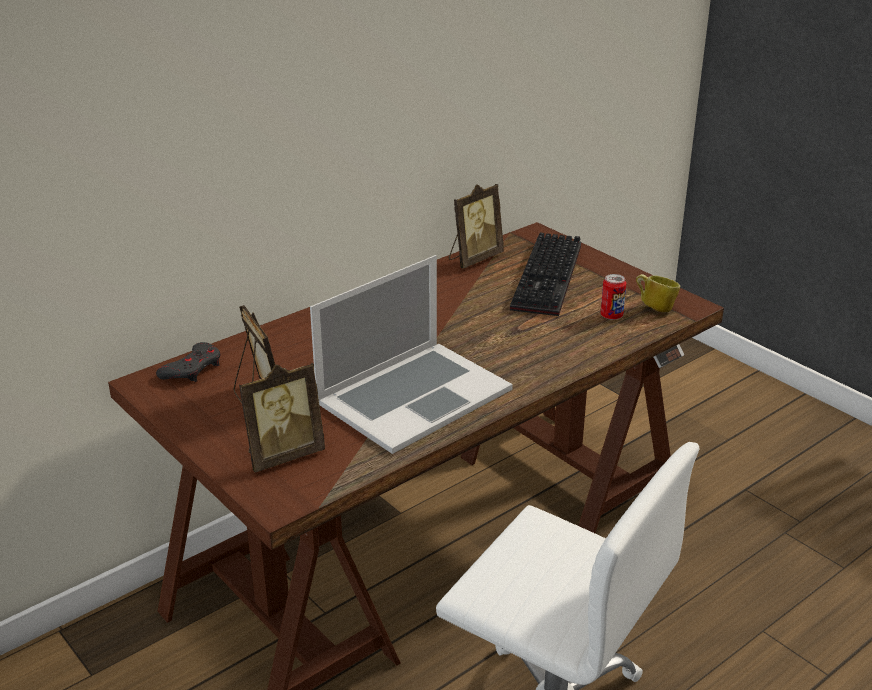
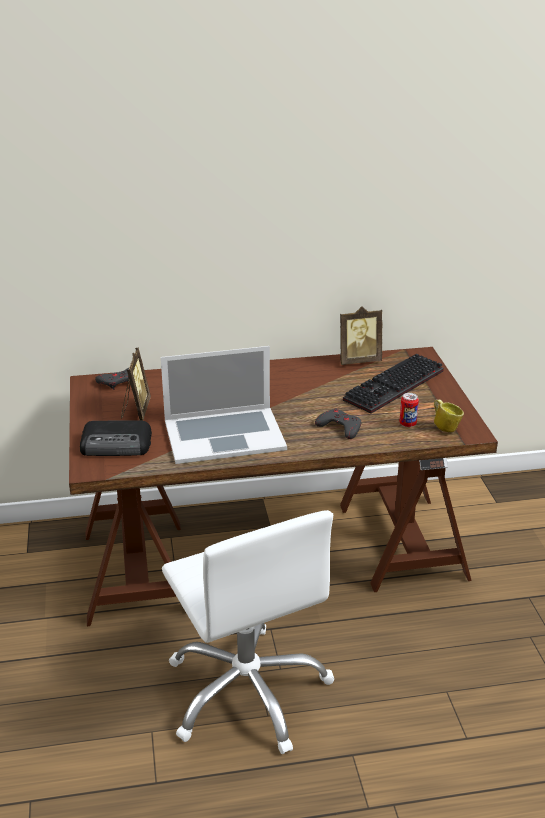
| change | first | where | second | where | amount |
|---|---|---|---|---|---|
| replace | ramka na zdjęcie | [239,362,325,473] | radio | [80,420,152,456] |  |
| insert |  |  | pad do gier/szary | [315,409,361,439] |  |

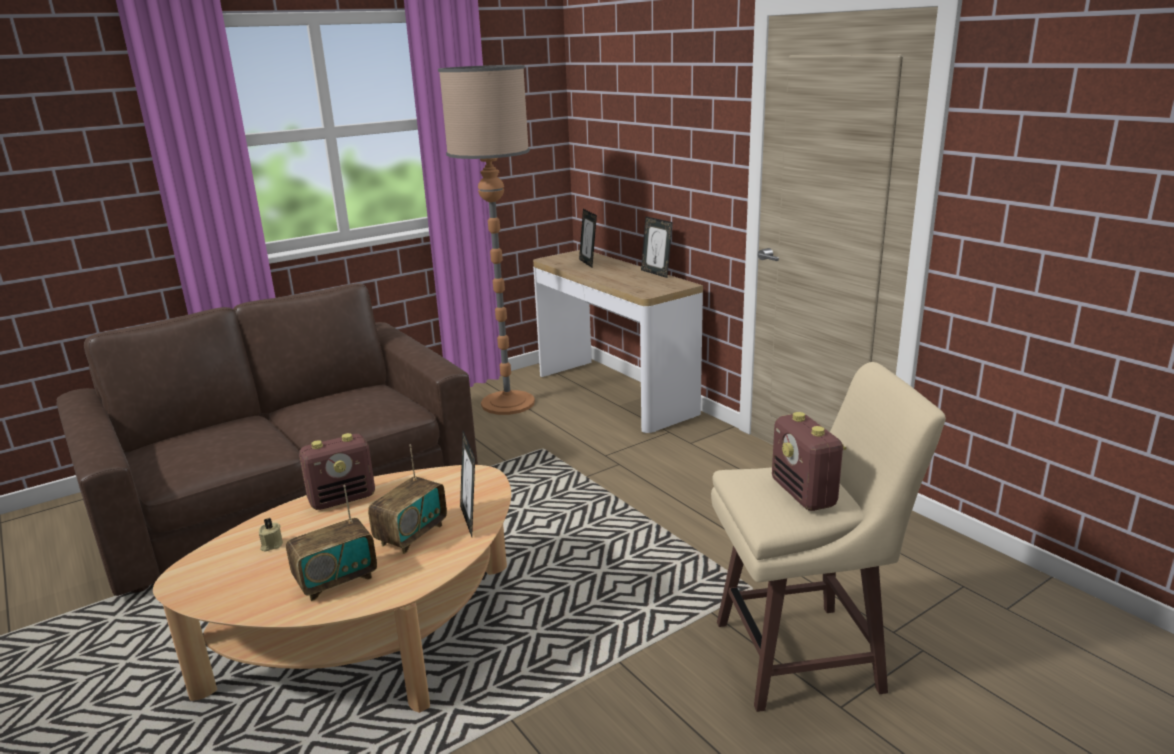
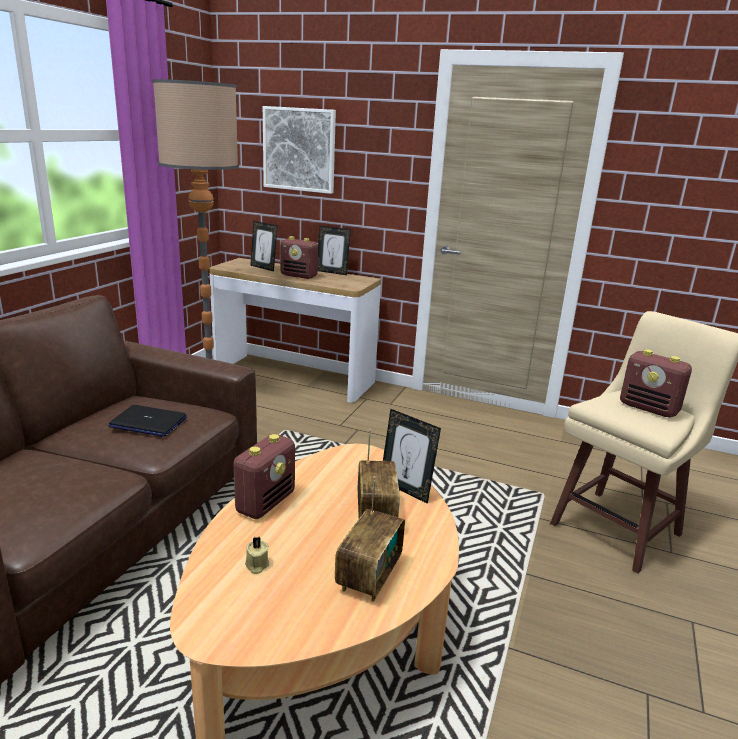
| change | first | where | second | where | amount |
|---|---|---|---|---|---|
| insert |  |  | obraz | [263,106,336,194] |  |
| insert |  |  | radio | [280,236,318,279] |  |
| insert |  |  | laptop | [108,405,187,437] |  |

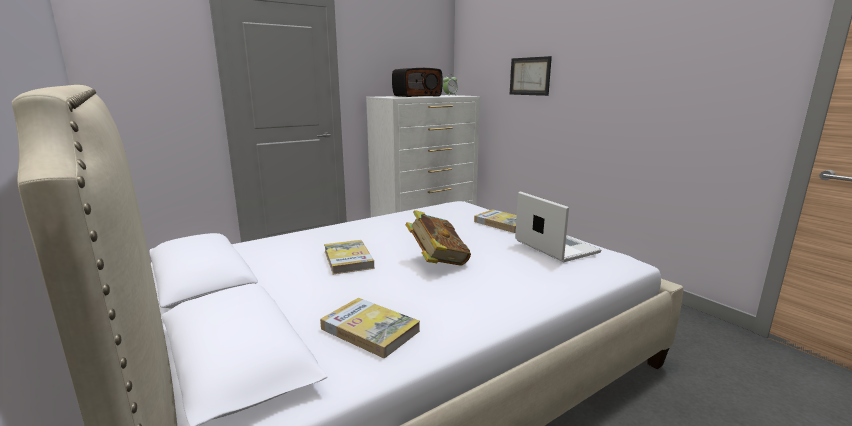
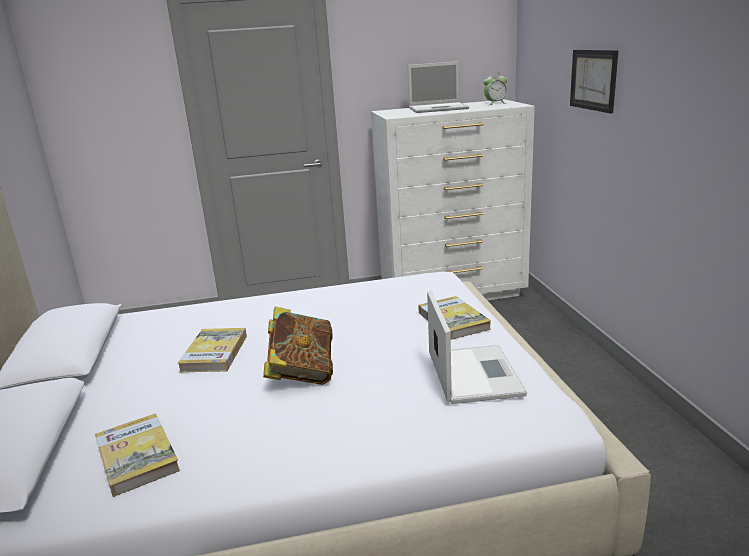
| change | first | where | second | where | amount |
|---|---|---|---|---|---|
| replace | radio | [392,68,443,97] | laptop | [408,61,469,113] |  |

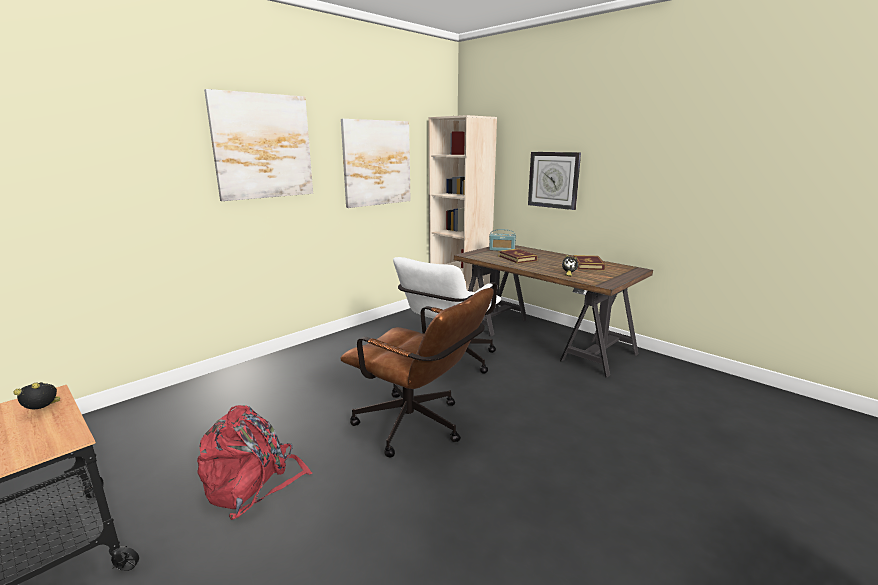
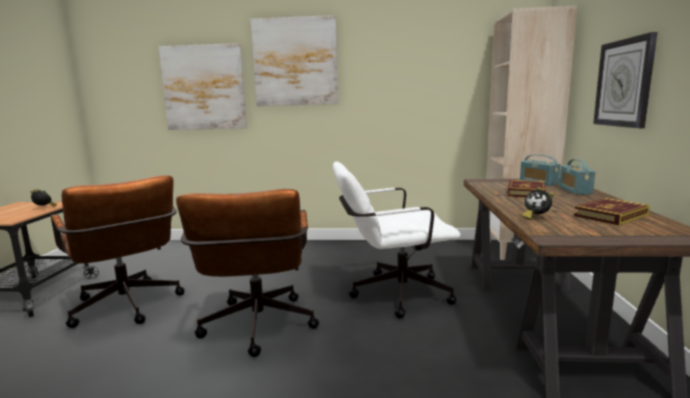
| change | first | where | second | where | amount |
|---|---|---|---|---|---|
| move | obraz | [341,119,411,208] |  | [158,43,247,130] |  |
| replace | plecak/czerwony | [197,405,312,520] | krzesło biurowe/brązowy | [51,175,185,328] |  |
| insert |  |  | radio | [559,159,595,195] |  |

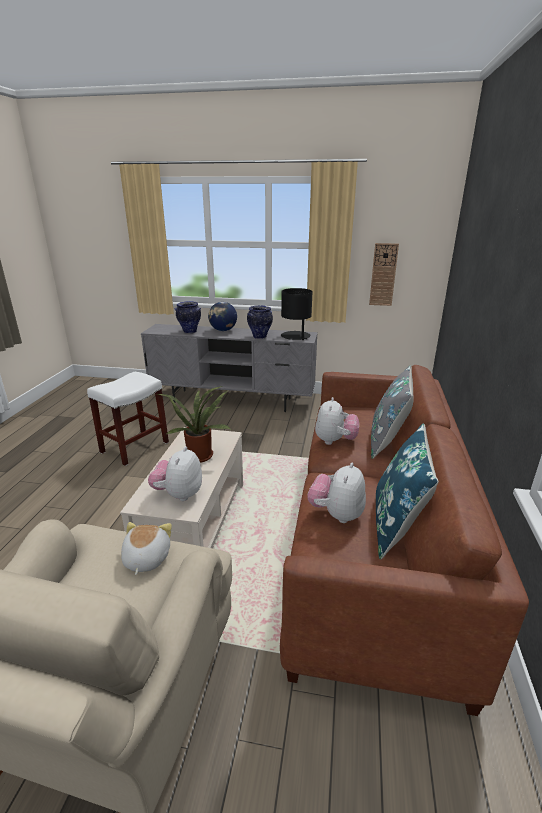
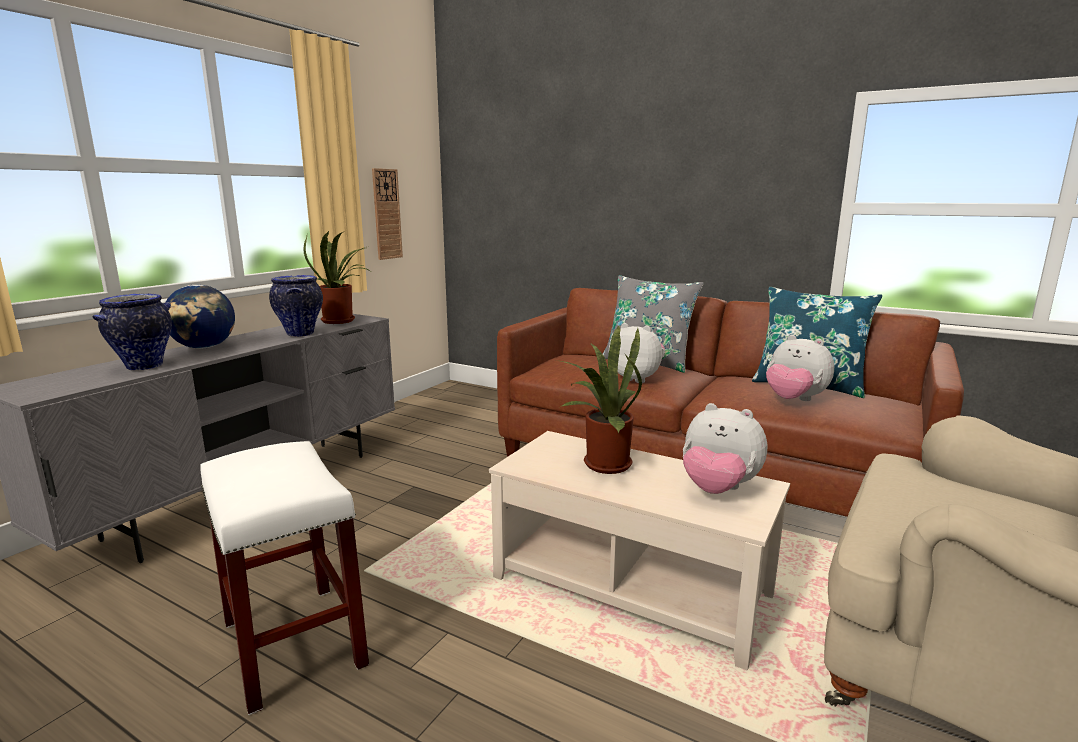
| change | first | where | second | where | amount |
|---|---|---|---|---|---|
| replace | lampa stołowa/czarny | [281,288,312,340] | roślina doniczkowa | [303,231,370,324] |  |
| delete | pluszak | [121,522,172,575] |  |  |  |

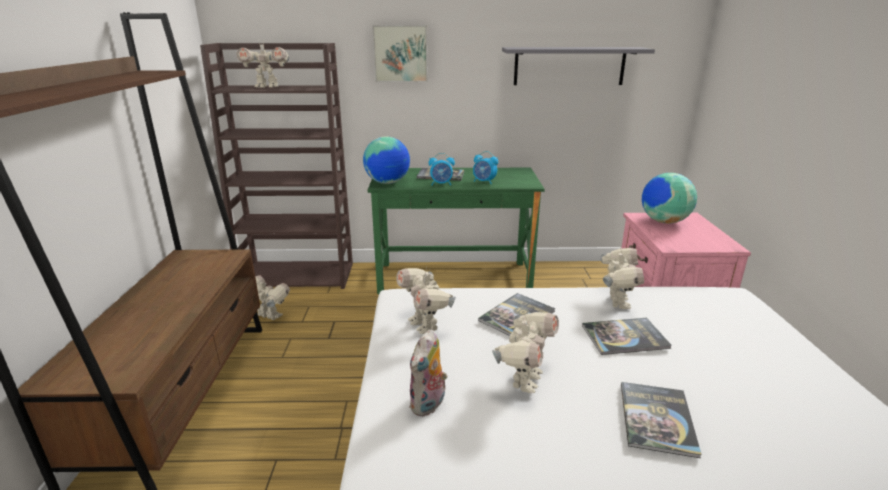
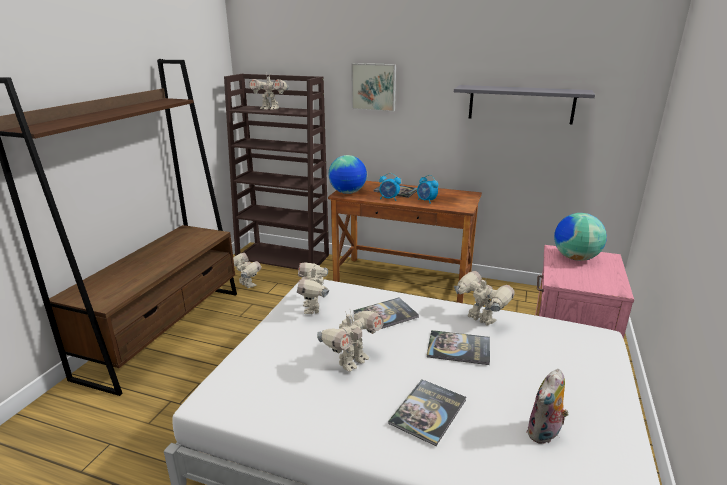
| change | first | where | second | where | amount |
|---|---|---|---|---|---|
| recolor | biurko/zielony | [368,168,545,294] | biurko/brązowy | [328,181,482,303] |  |
| rotate | robot zabawkowy | [600,248,644,309] |  | [454,271,515,326] | 75 degrees counterclockwise |
| move | pluszak | [409,329,448,417] |  | [526,369,569,444] |  |

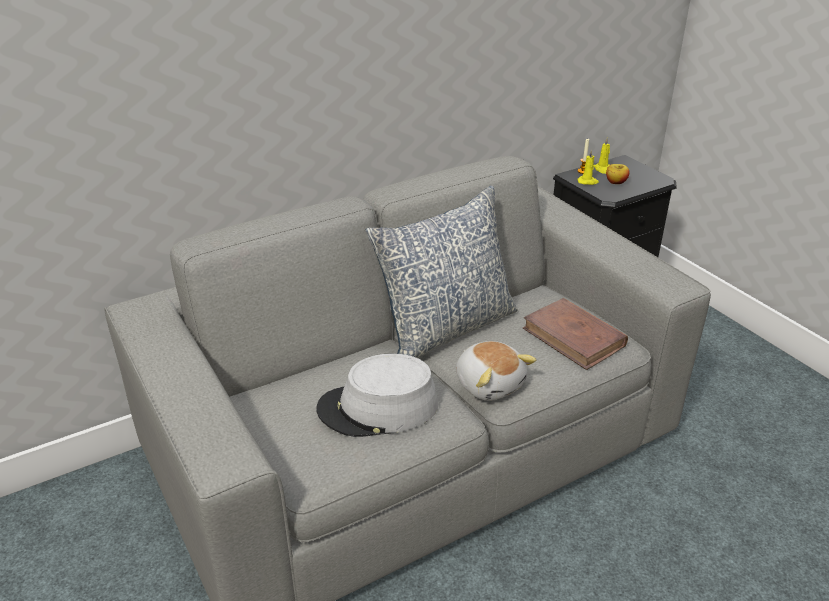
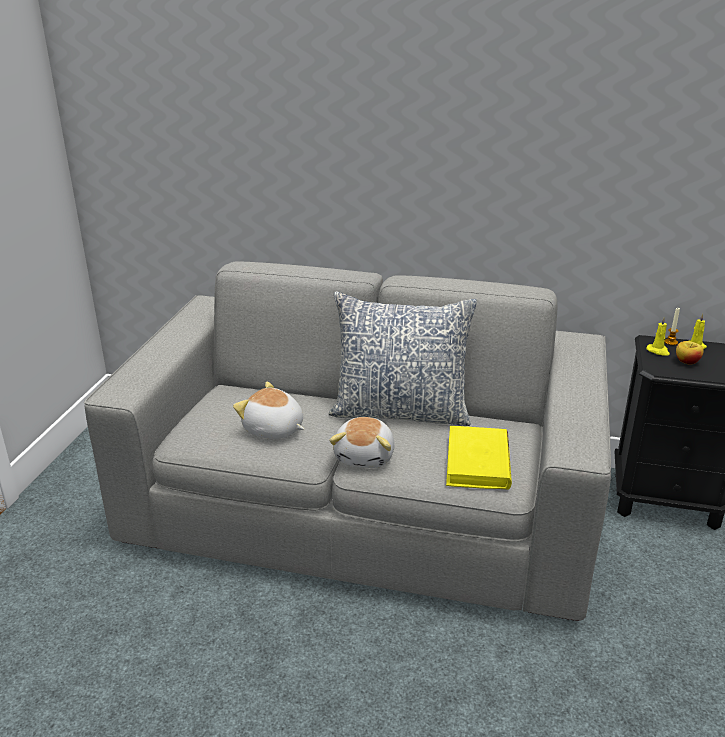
| change | first | where | second | where | amount |
|---|---|---|---|---|---|
| recolor | książka/brązowy | [523,298,628,370] | książka/żółty | [446,426,512,490] |  |
| replace | kapelusz/szary | [317,353,439,437] | pluszak | [233,382,304,439] |  |

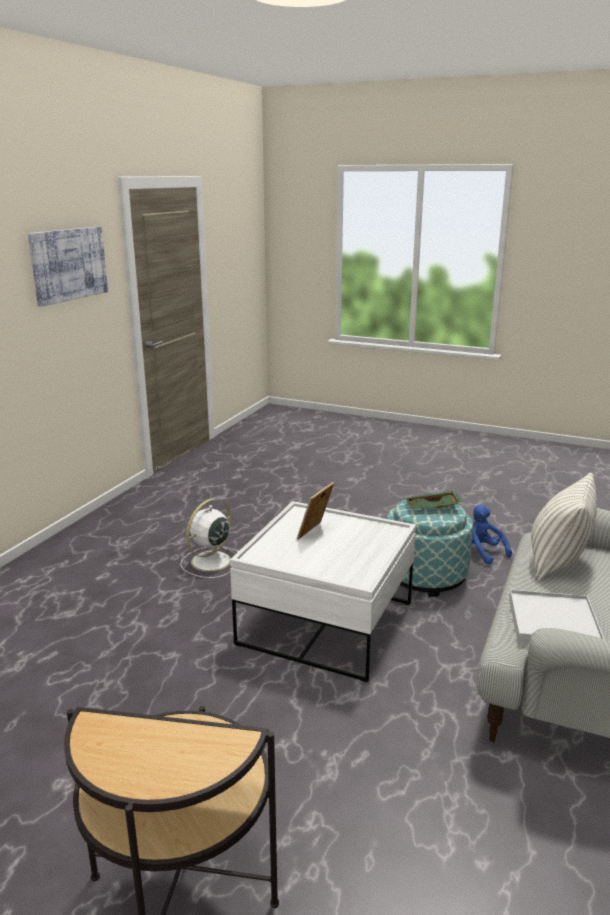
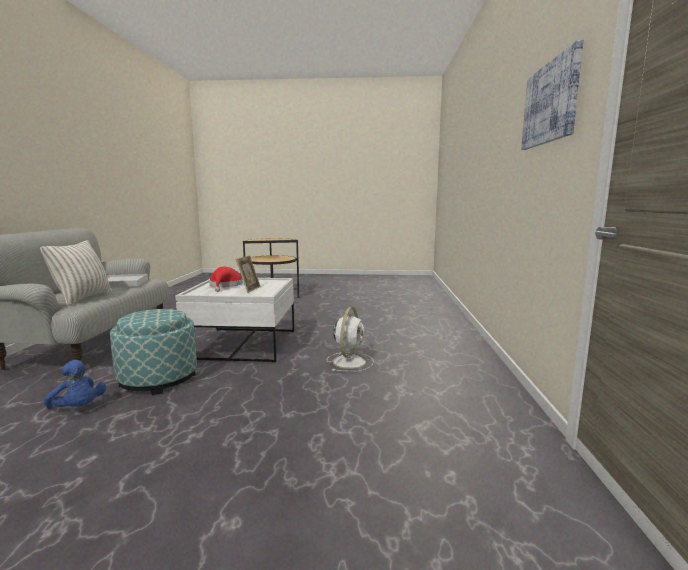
| change | first | where | second | where | amount |
|---|---|---|---|---|---|
| delete | taca/zielony | [405,491,462,510] |  |  |  |
| insert |  |  | kapelusz/czerwony | [209,267,243,292] |  |

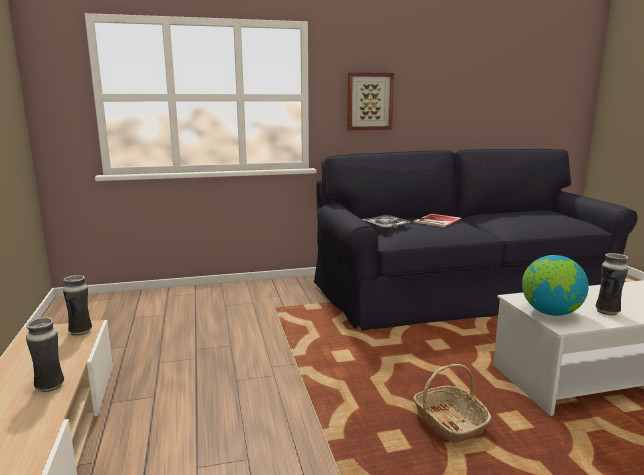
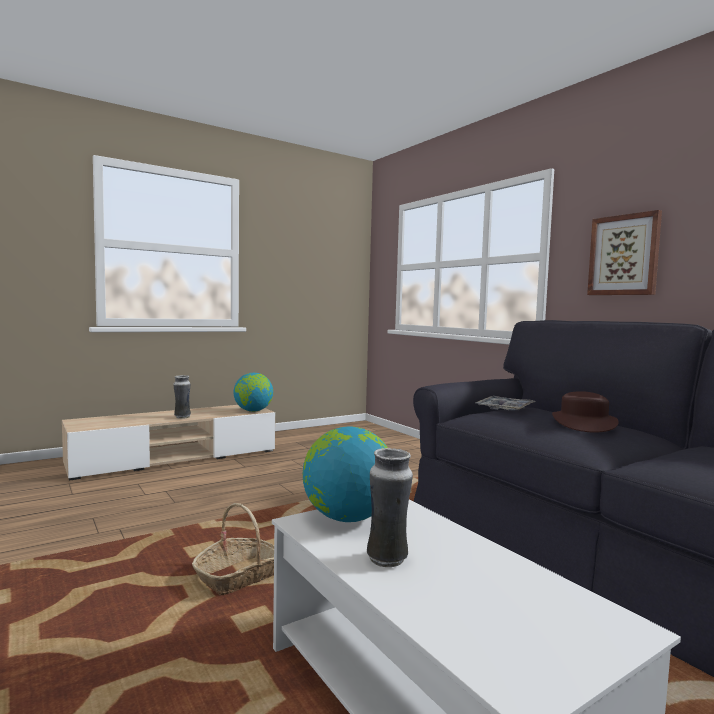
| change | first | where | second | where | amount |
|---|---|---|---|---|---|
| replace | książka | [414,214,462,227] | kapelusz/brązowy | [552,391,619,433] |  |
| replace | wazon | [63,275,92,336] | globus | [234,373,273,412] |  |

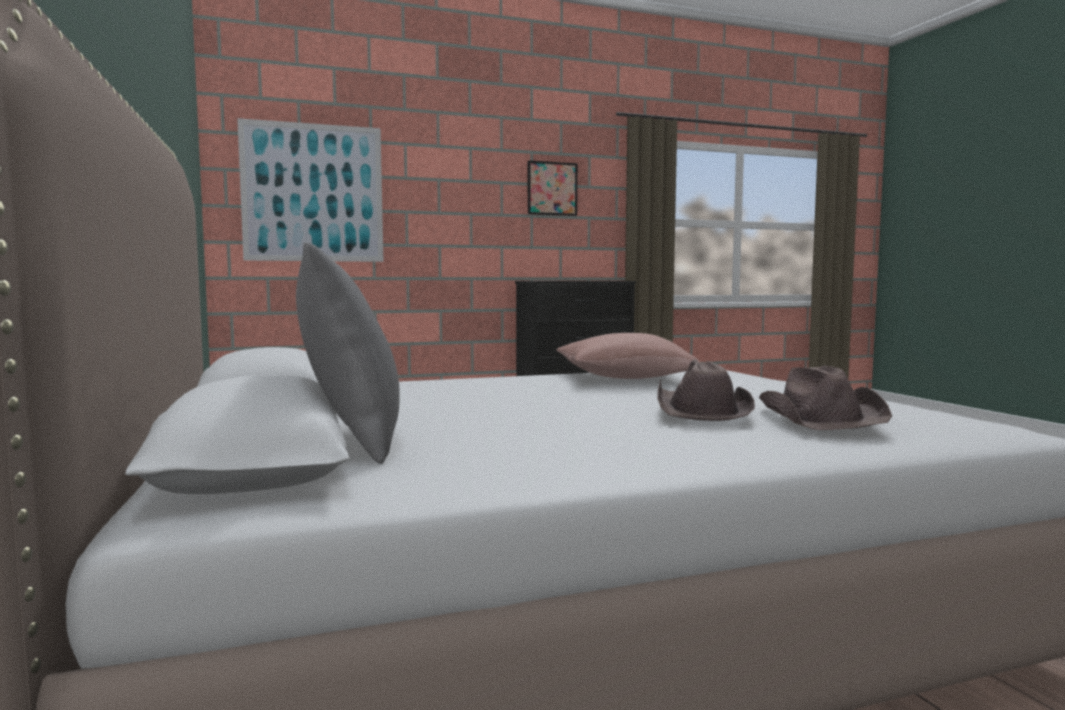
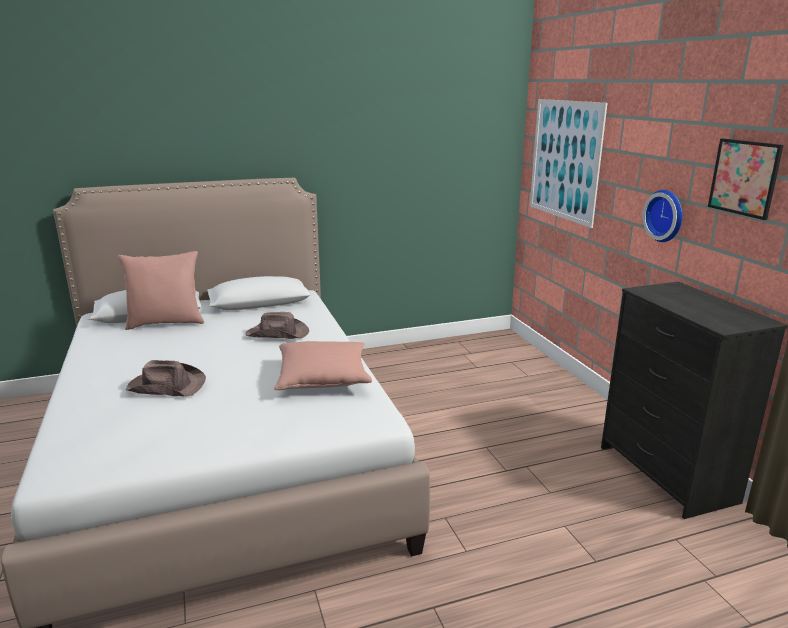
| change | first | where | second | where | amount |
|---|---|---|---|---|---|
| recolor | poduszka/szary | [296,242,400,464] | poduszka/różowy | [118,251,204,330] |  |
| move | kapelusz/brązowy | [759,365,892,430] |  | [246,312,309,339] |  |
| insert |  |  | zegar ścienny | [642,190,683,242] |  |

